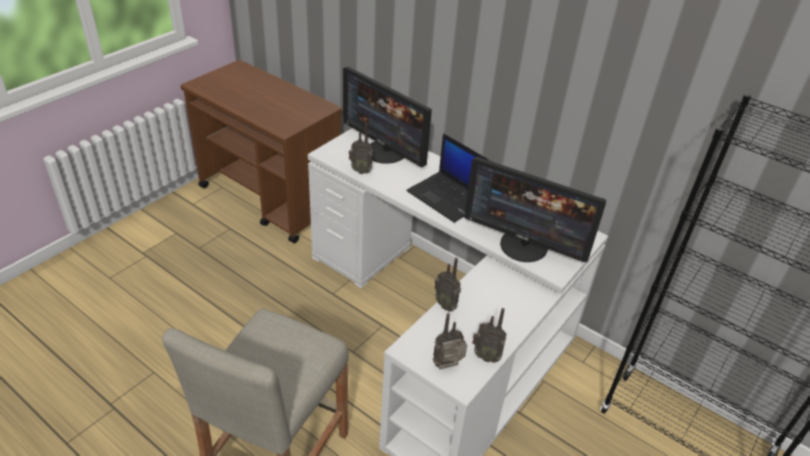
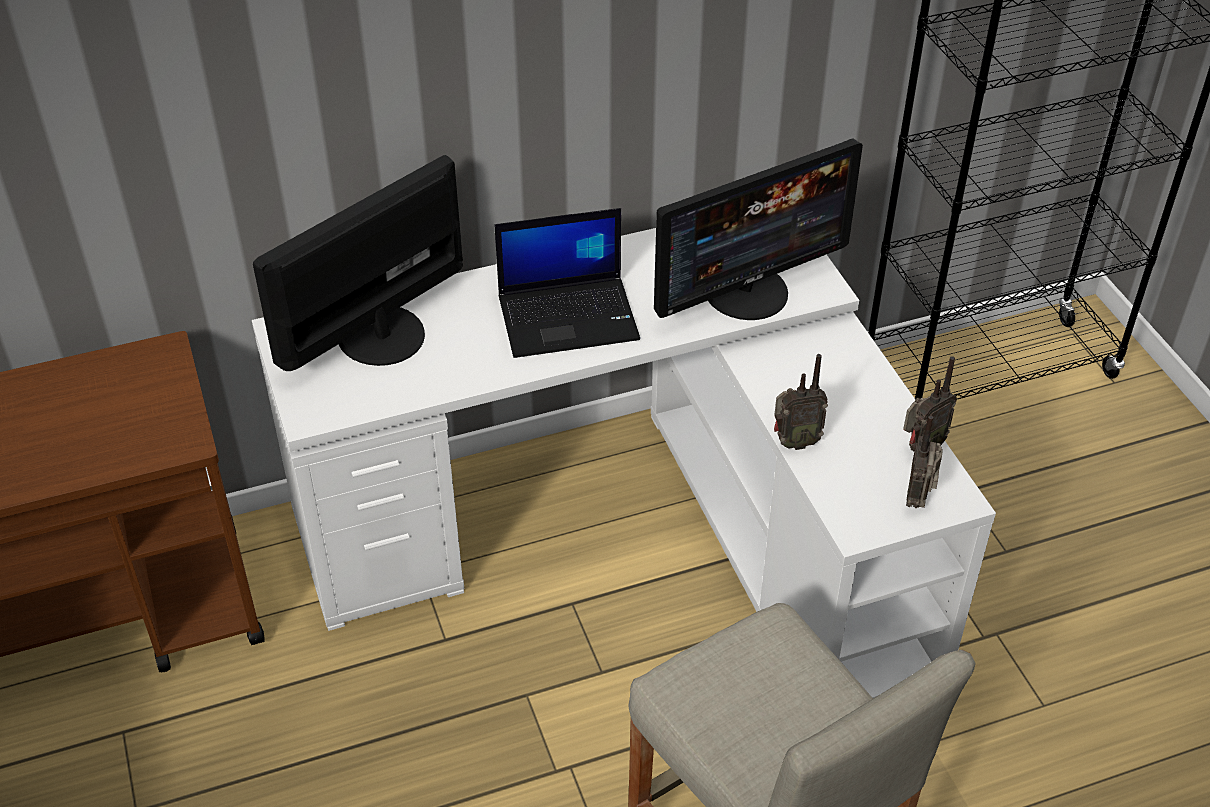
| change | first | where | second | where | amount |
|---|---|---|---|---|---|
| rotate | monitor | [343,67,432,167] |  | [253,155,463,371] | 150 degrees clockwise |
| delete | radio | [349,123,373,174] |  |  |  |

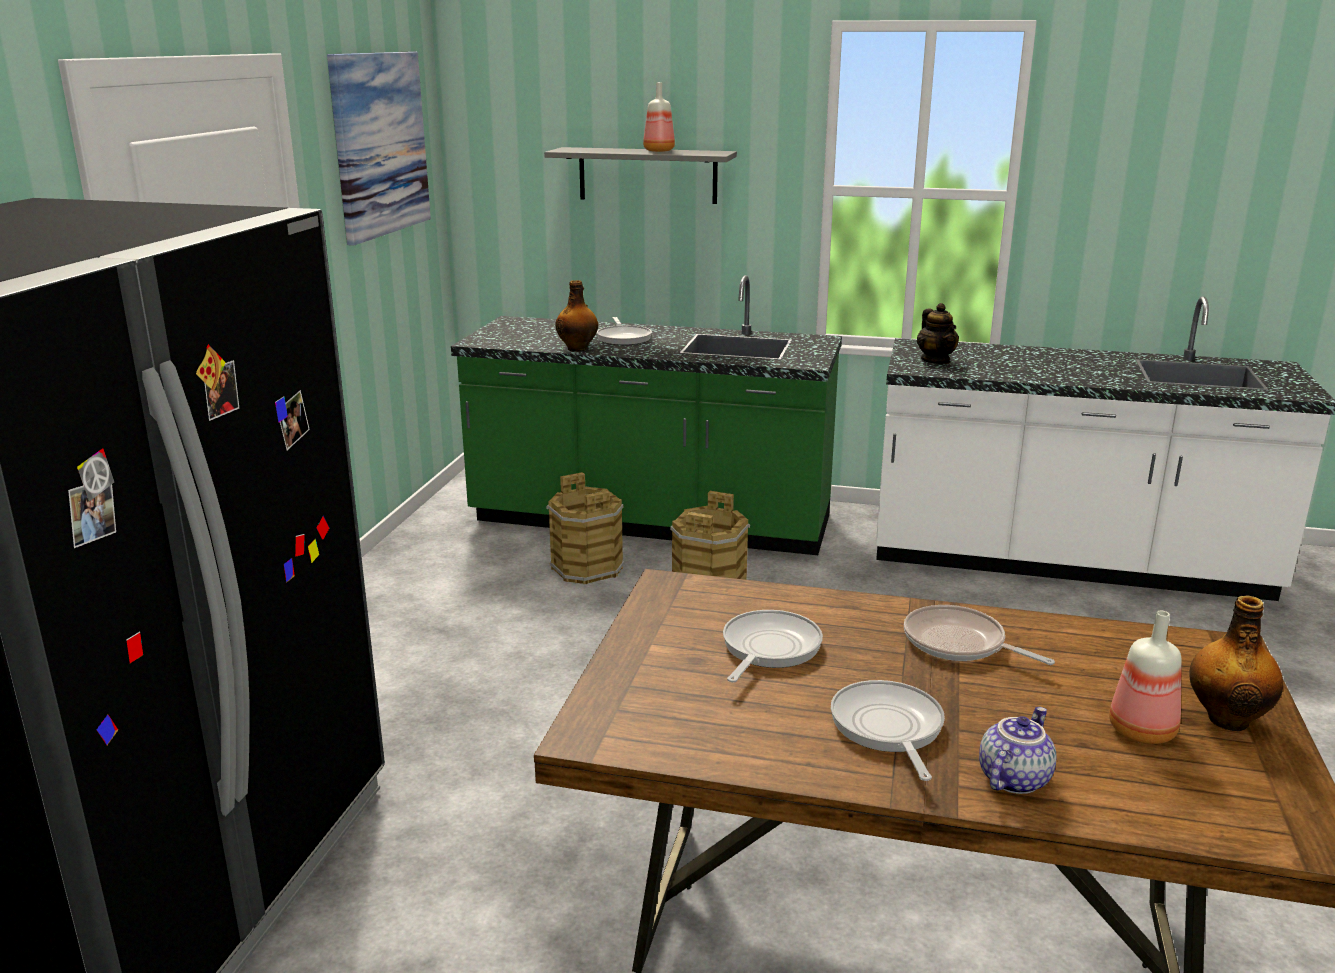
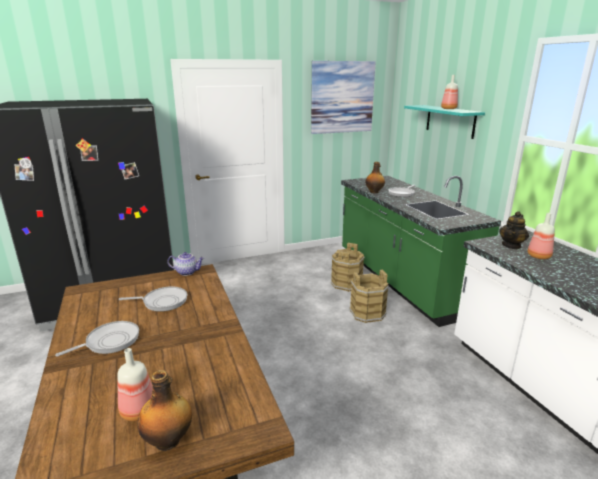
| change | first | where | second | where | amount |
|---|---|---|---|---|---|
| recolor | półka/szary | [544,147,737,204] | półka/turkusowy | [404,105,485,139] |  |
| delete | patelnia | [904,605,1055,665] |  |  |  |
| move | imbryk | [979,707,1056,794] |  | [167,252,204,276] |  |
| insert |  |  | butelka | [527,213,555,259] |  |

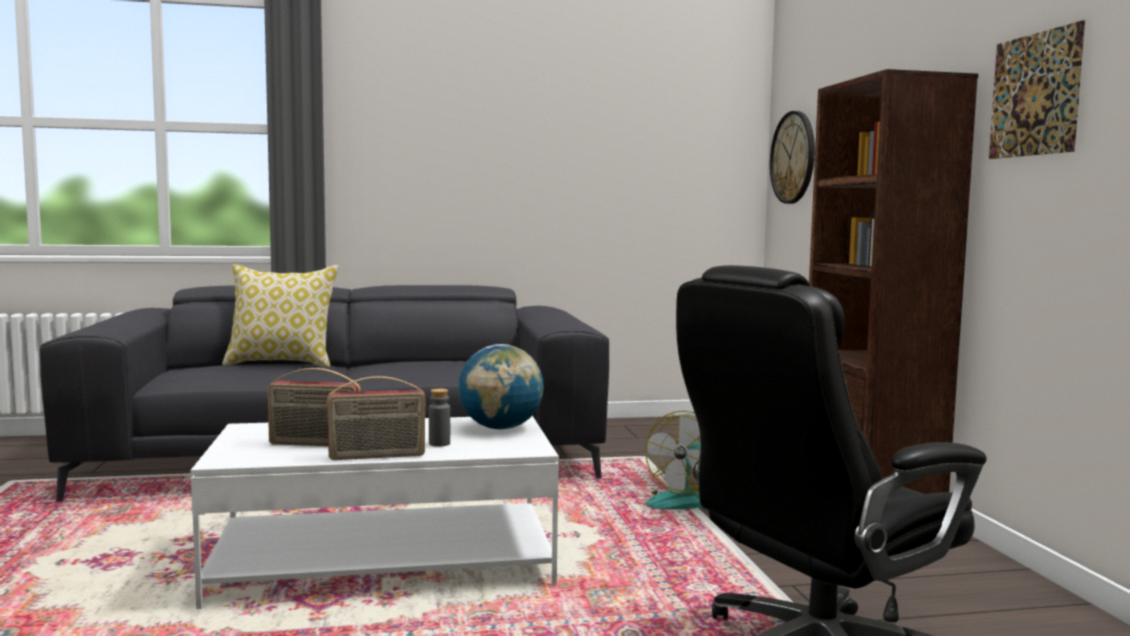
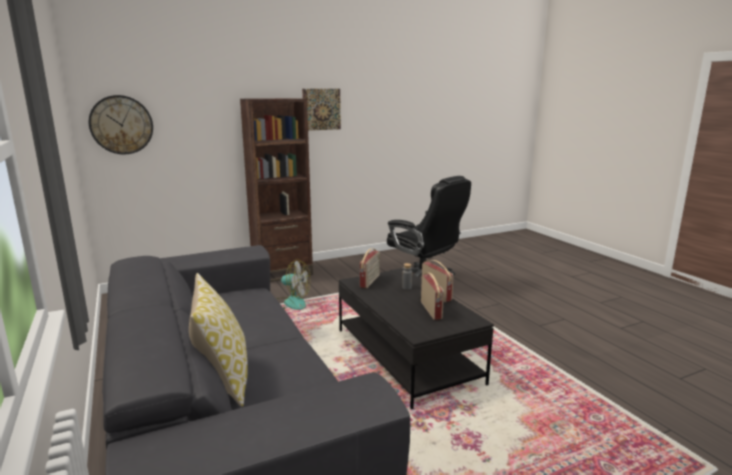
| change | first | where | second | where | amount |
|---|---|---|---|---|---|
| replace | globus | [458,344,544,430] | radio | [360,248,380,288] |  |
| recolor | ława/biały | [191,416,559,609] | ława/czarny | [339,269,494,409] |  |

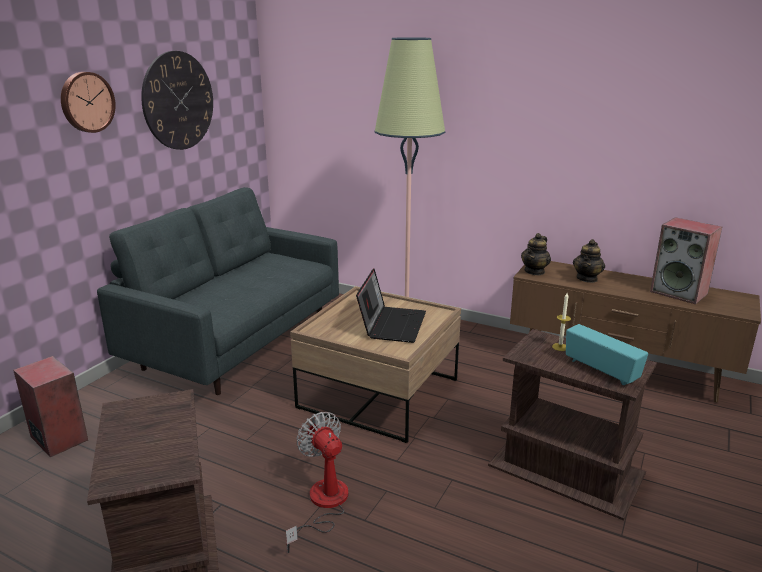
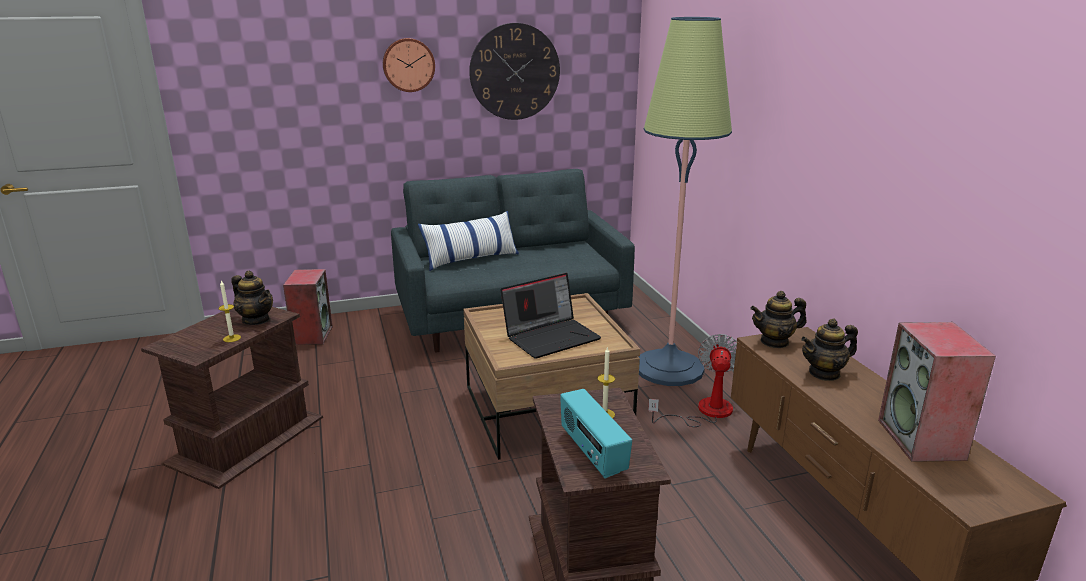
| change | first | where | second | where | amount |
|---|---|---|---|---|---|
| rotate | radio | [566,324,648,385] |  | [560,389,632,479] | 150 degrees clockwise |
| move | wentylator | [286,412,348,553] |  | [648,334,737,427] |  |
| insert |  |  | poduszka | [418,211,519,271] |  |
| insert |  |  | imbryk | [231,271,273,325] |  |
| insert |  |  | świeca | [218,281,241,342] |  |

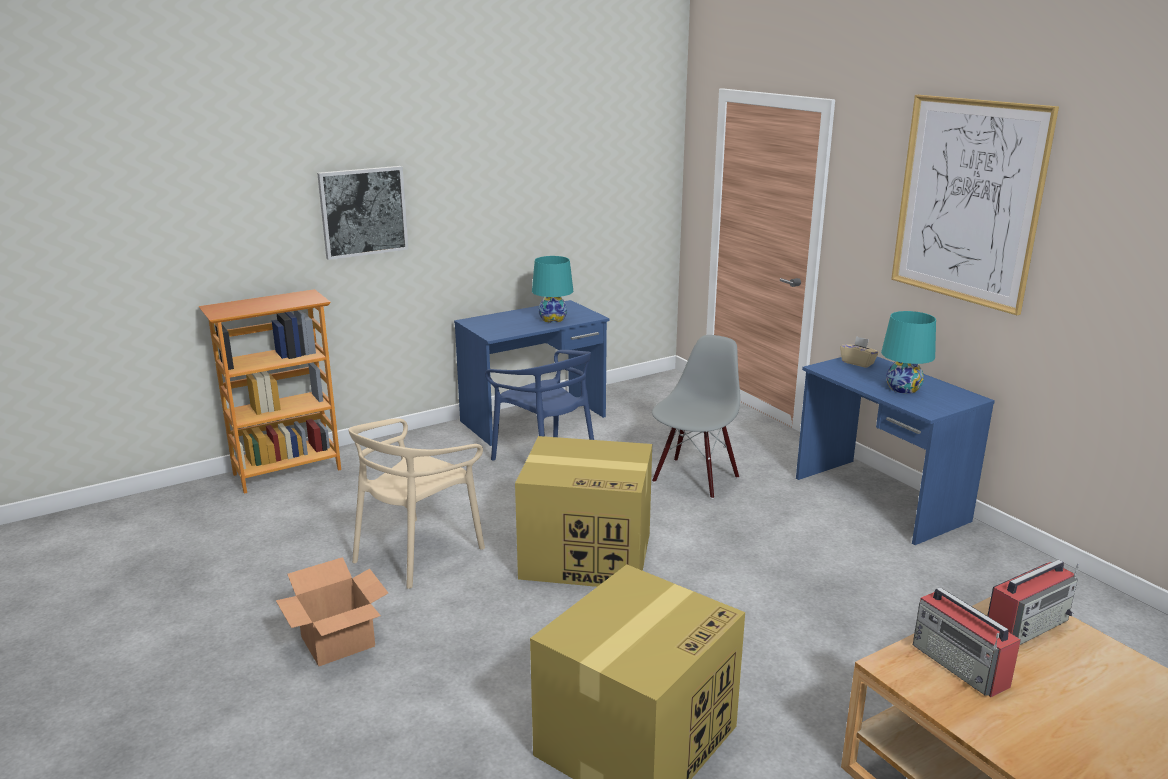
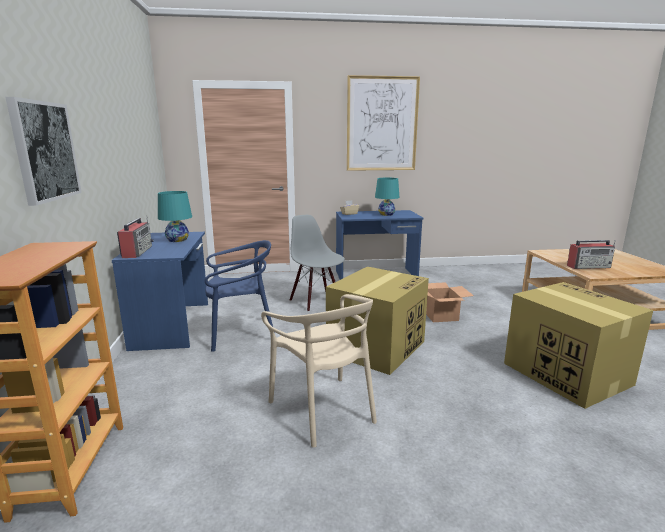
| change | first | where | second | where | amount |
|---|---|---|---|---|---|
| move | karton | [276,557,388,666] |  | [426,282,474,322] |  |
| move | radio | [987,560,1079,645] |  | [117,216,153,258] |  |

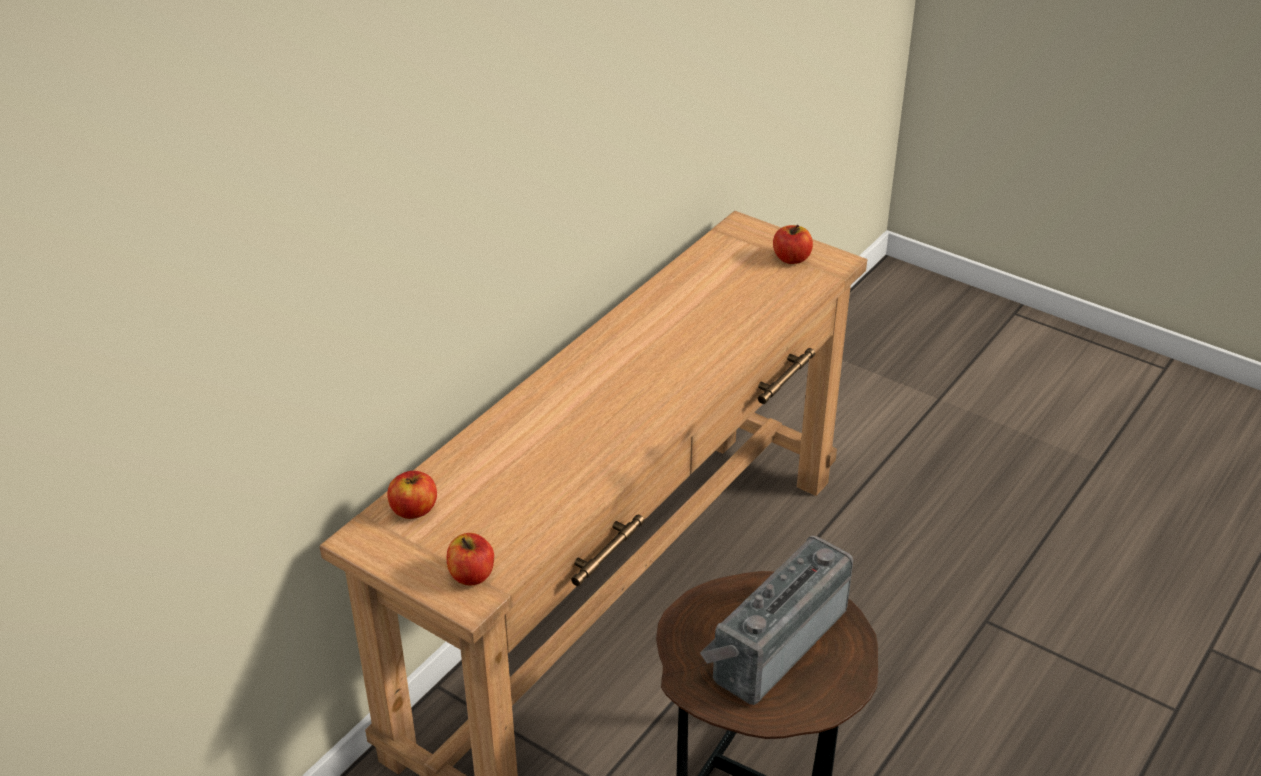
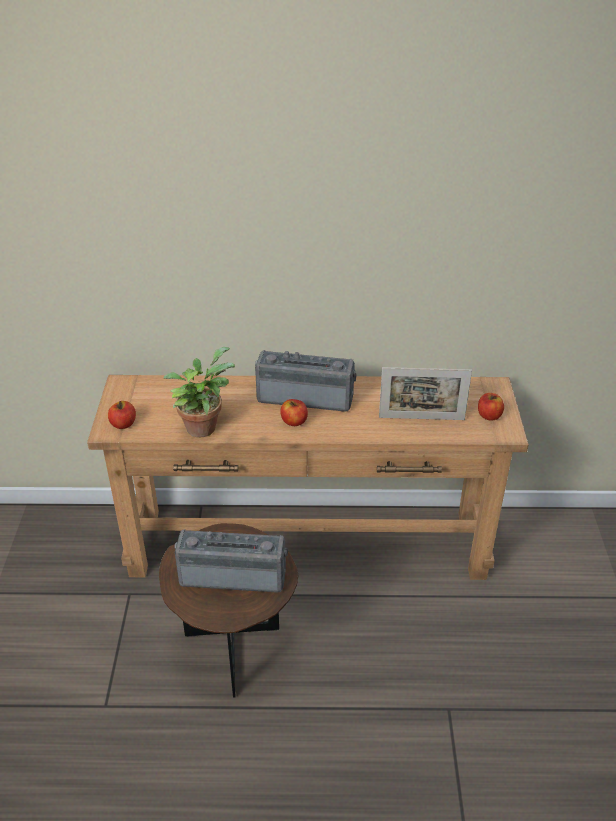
| change | first | where | second | where | amount |
|---|---|---|---|---|---|
| move | jabłko | [387,471,437,519] |  | [280,399,308,426] |  |
| insert |  |  | roślina doniczkowa | [163,347,235,437] |  |
| insert |  |  | radio | [255,350,357,412] |  |
| insert |  |  | ramka na zdjęcie | [379,367,472,420] |  |

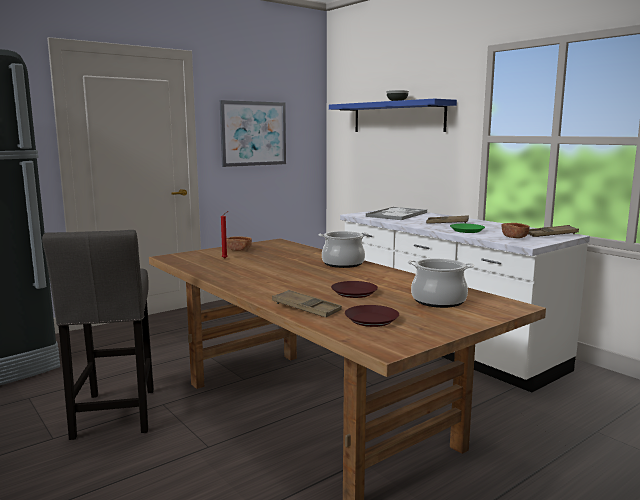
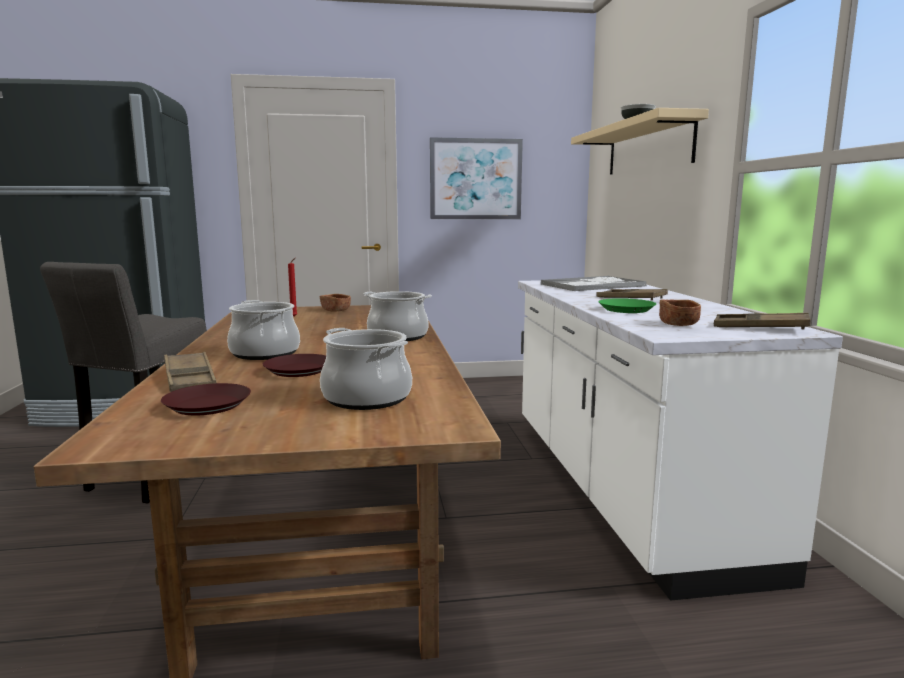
| change | first | where | second | where | amount |
|---|---|---|---|---|---|
| recolor | półka/niebieski | [329,99,457,132] | półka/beżowy | [571,108,709,175] |  |
| insert |  |  | garnek | [227,300,300,360] |  |

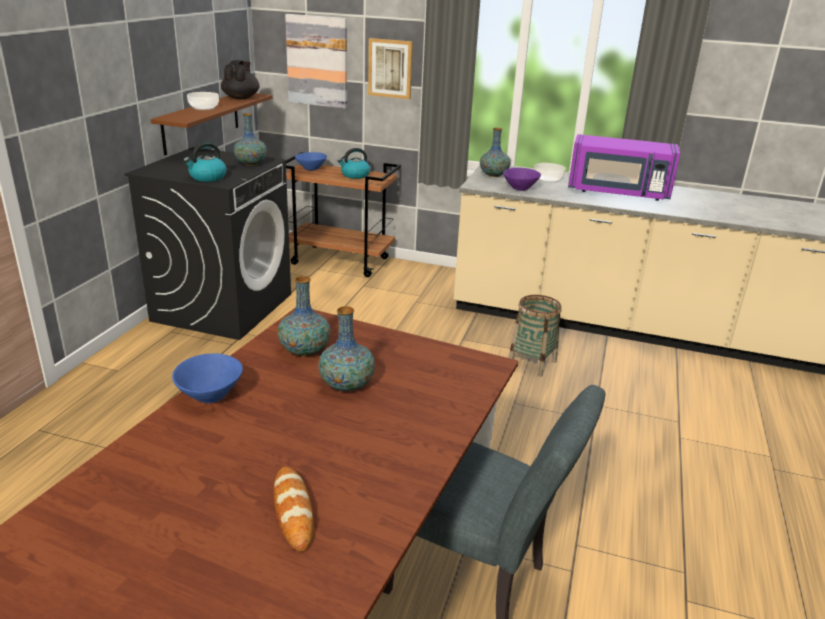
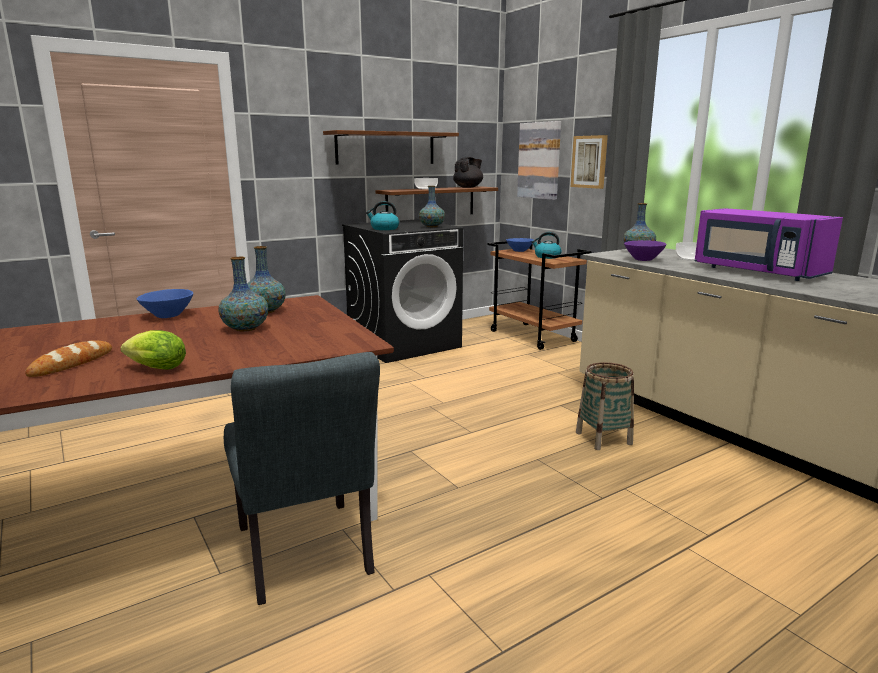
| change | first | where | second | where | amount |
|---|---|---|---|---|---|
| insert |  |  | półka/brązowy | [323,130,459,165] |  |
| insert |  |  | sałata | [120,330,186,370] |  |

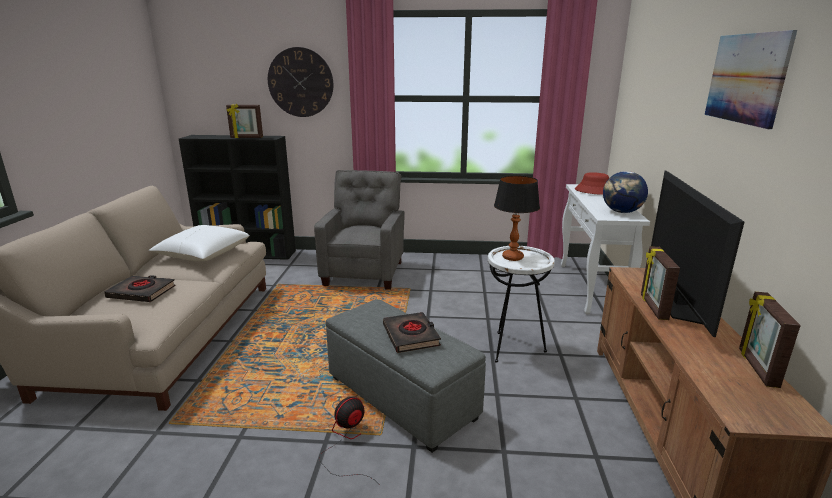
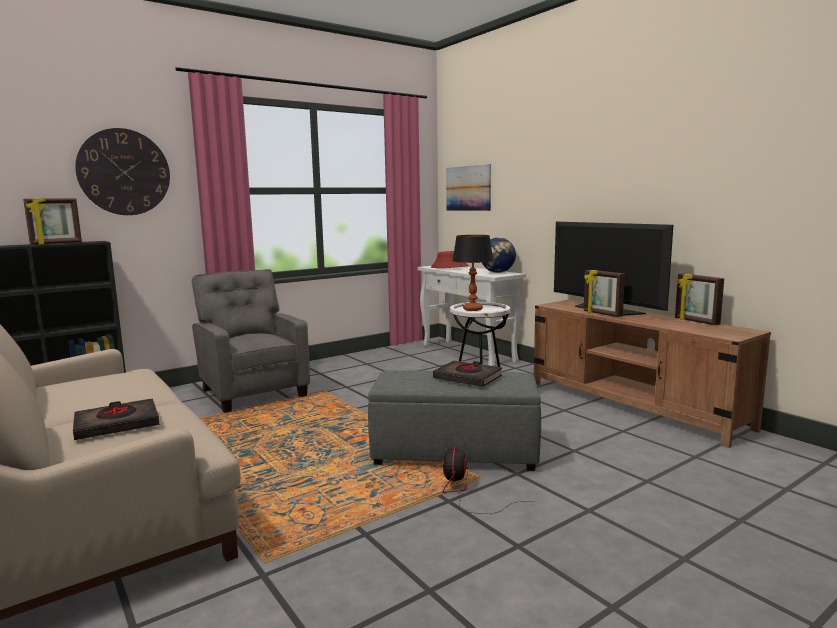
| change | first | where | second | where | amount |
|---|---|---|---|---|---|
| move | obraz | [705,30,797,129] |  | [446,164,491,211] |  |
| delete | poduszka/biały | [148,225,250,261] |  |  |  |

